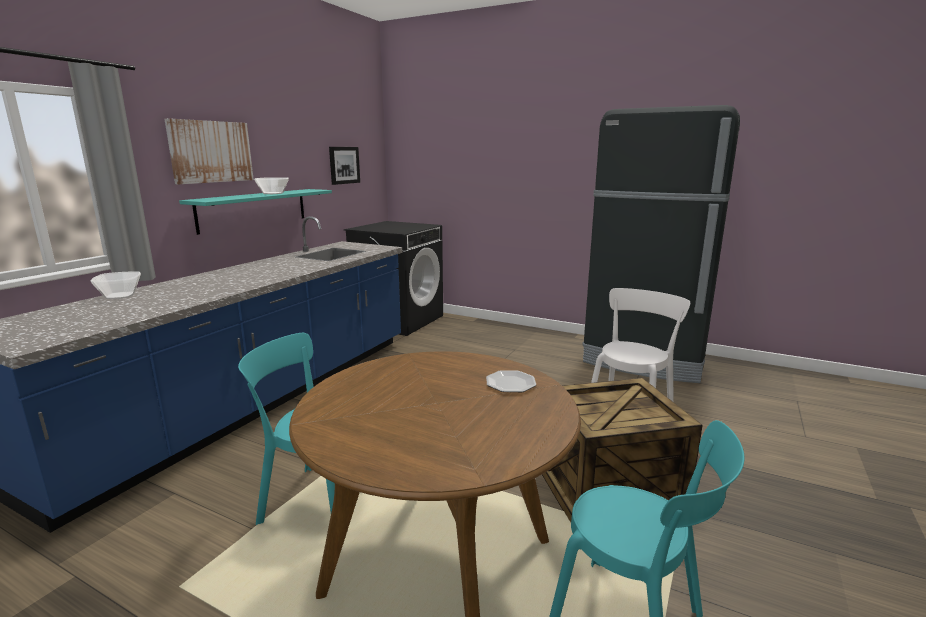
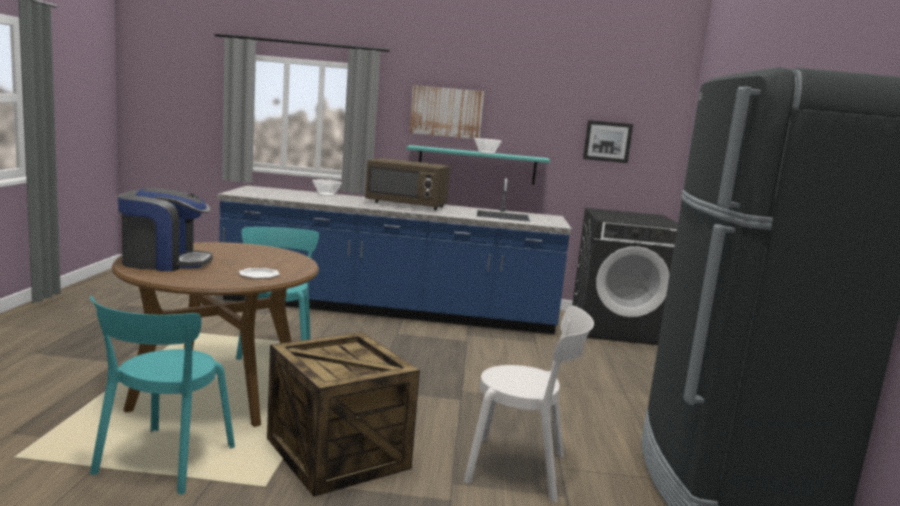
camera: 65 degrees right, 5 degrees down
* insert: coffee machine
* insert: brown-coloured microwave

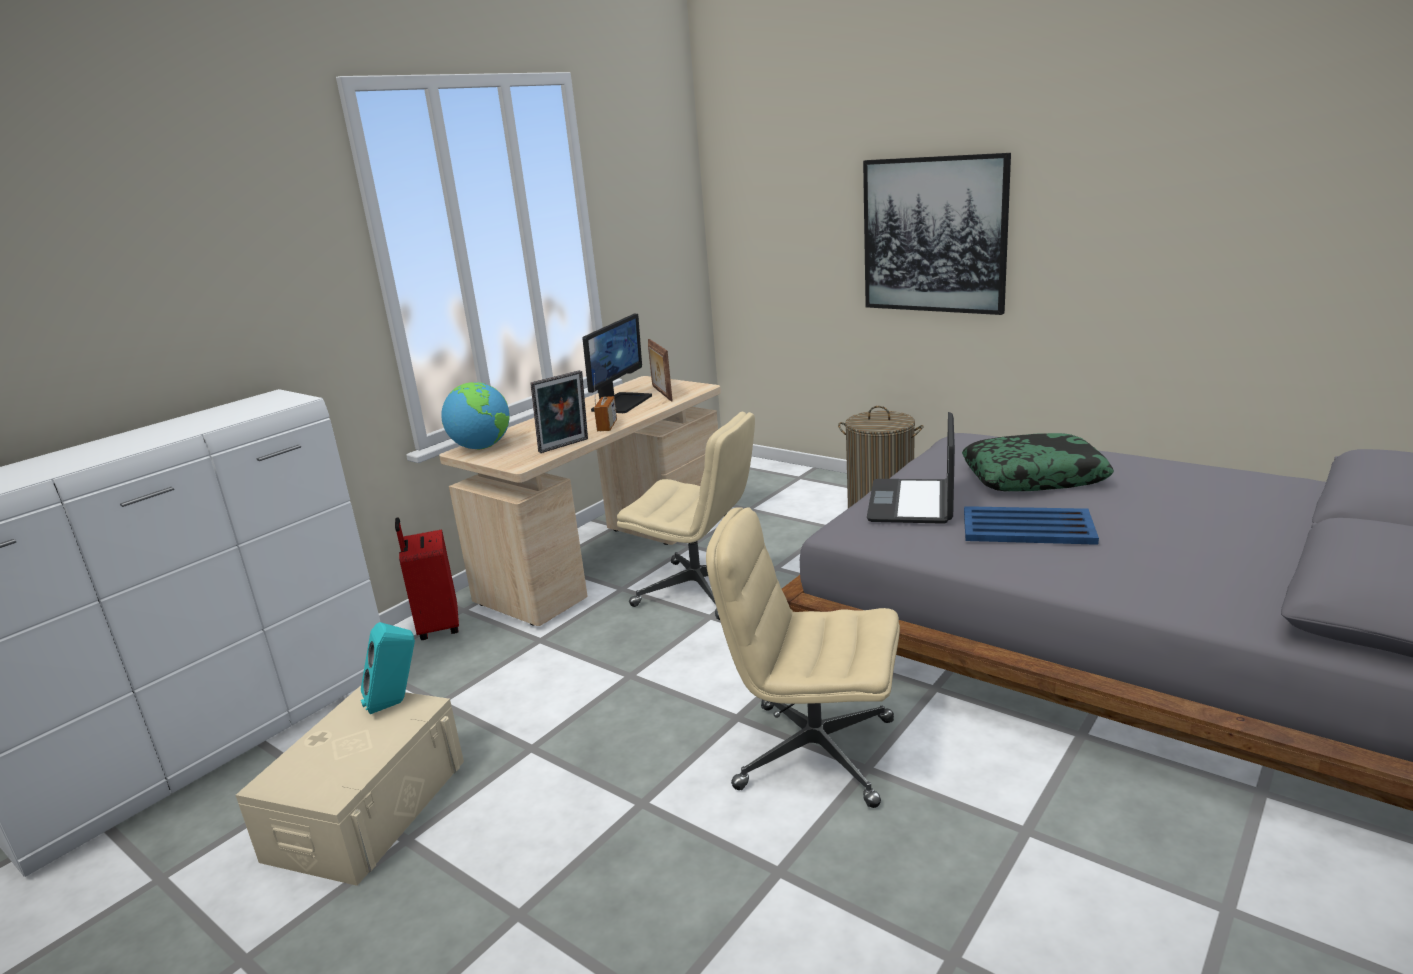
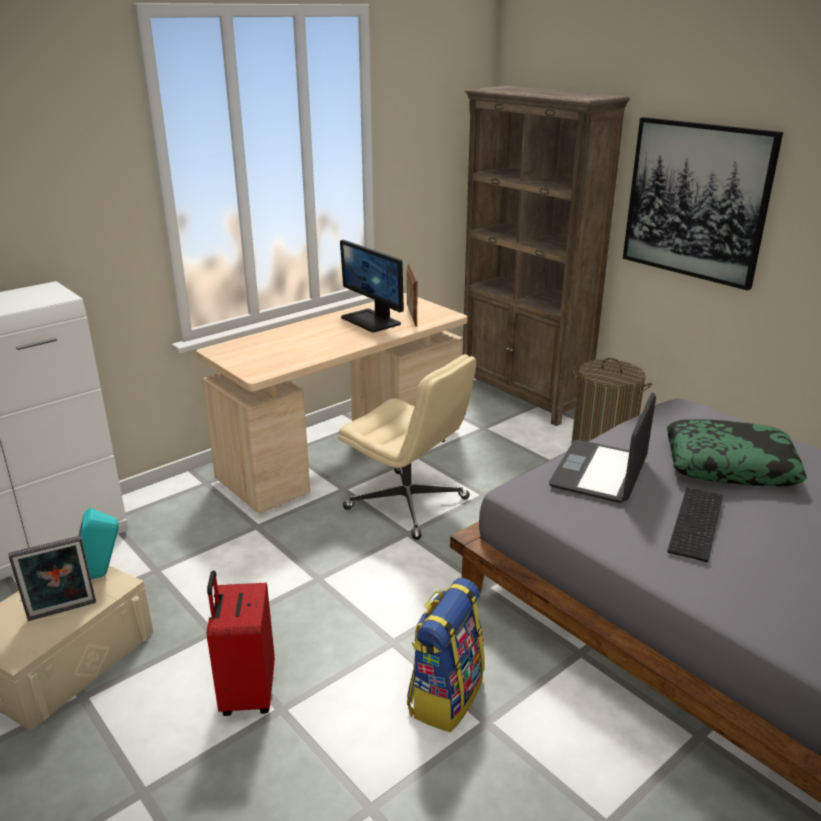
camera: 10 degrees right, 5 degrees up
* move: picture frame (1st from left)
* move: reddish suitcase
* rotate: computer display 105 degrees clockwise
* replace: sand-coloured desk chair (2nd from left) to backpack
* insert: brown-coloured shelving unit
* replace: bluish tray to keyboard
* delete: globe
* delete: radio set

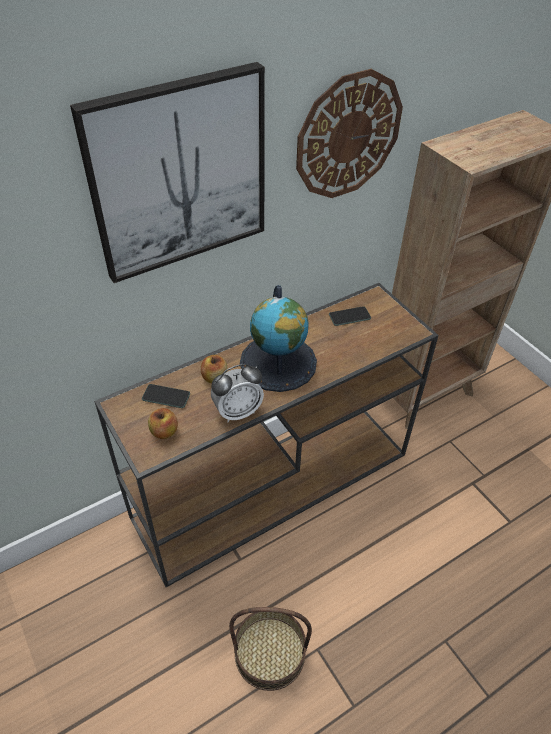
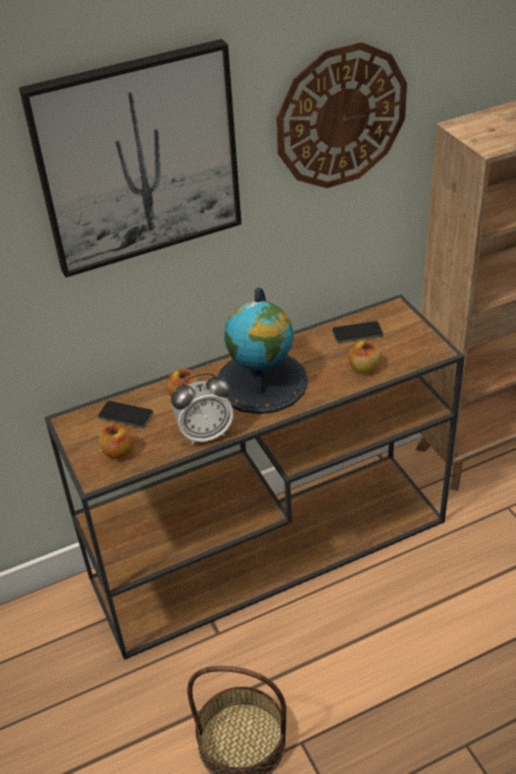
camera: 10 degrees right, 5 degrees down
* insert: whole apple (3rd from left)

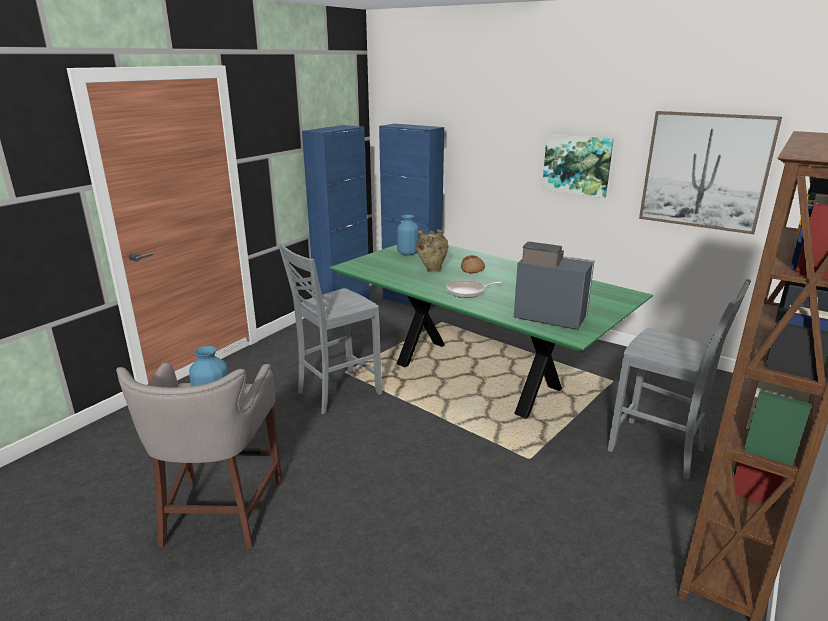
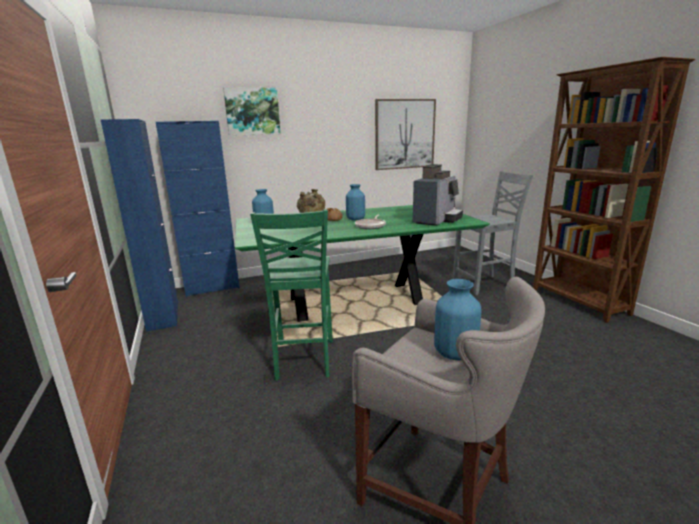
camera: 55 degrees left, 5 degrees down
* move: wall art (1st from left)
* recolor: grey plain chair (1st from left) to green plain chair
* insert: bluish decorative vase (2nd from left)
* rotate: coffee machine 150 degrees clockwise

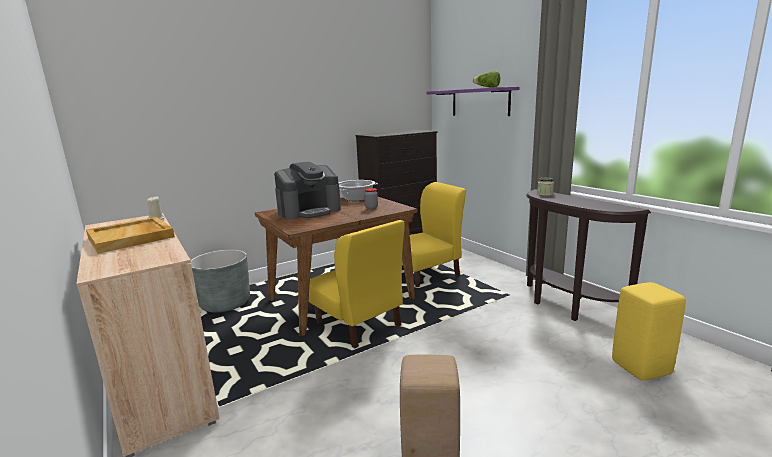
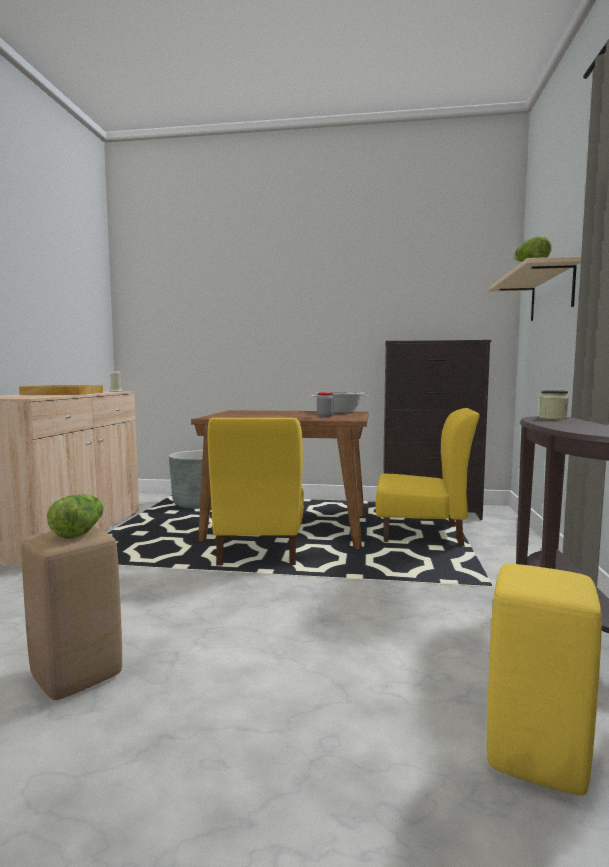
camera: 40 degrees right, 10 degrees down
* insert: lettuce head (1st from left)
* recolor: purplish wall shelf to sand-coloured wall shelf
* delete: coffee machine

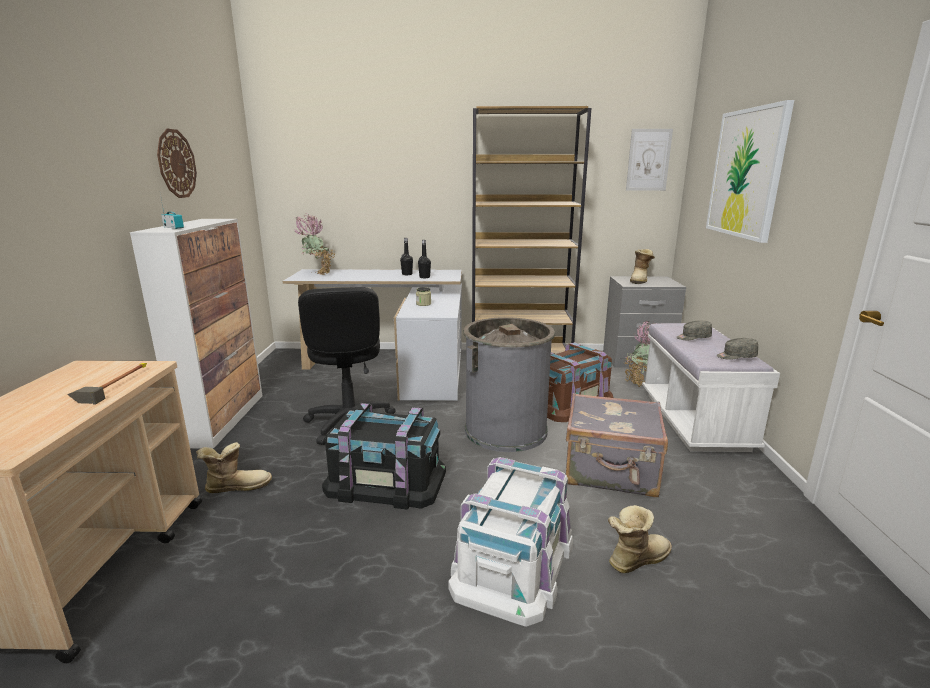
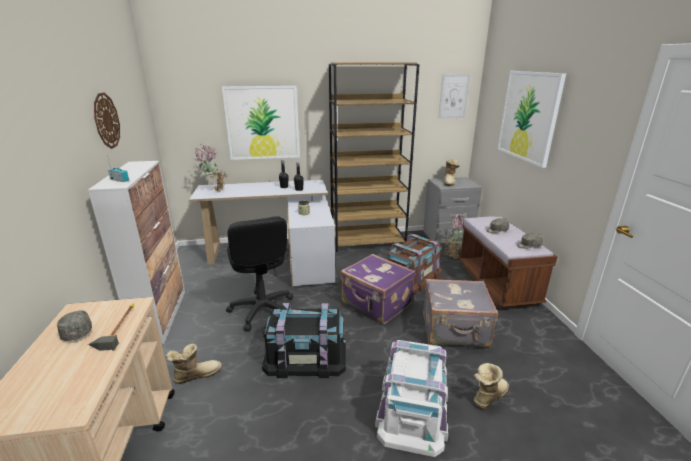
camera: 10 degrees left, 5 degrees up
* insert: grey peaked cap (1st from left)
* insert: wall art (1st from left)
* replace: grey trash can to purplish suitcase
* recolor: whitish long seat to brown-coloured long seat

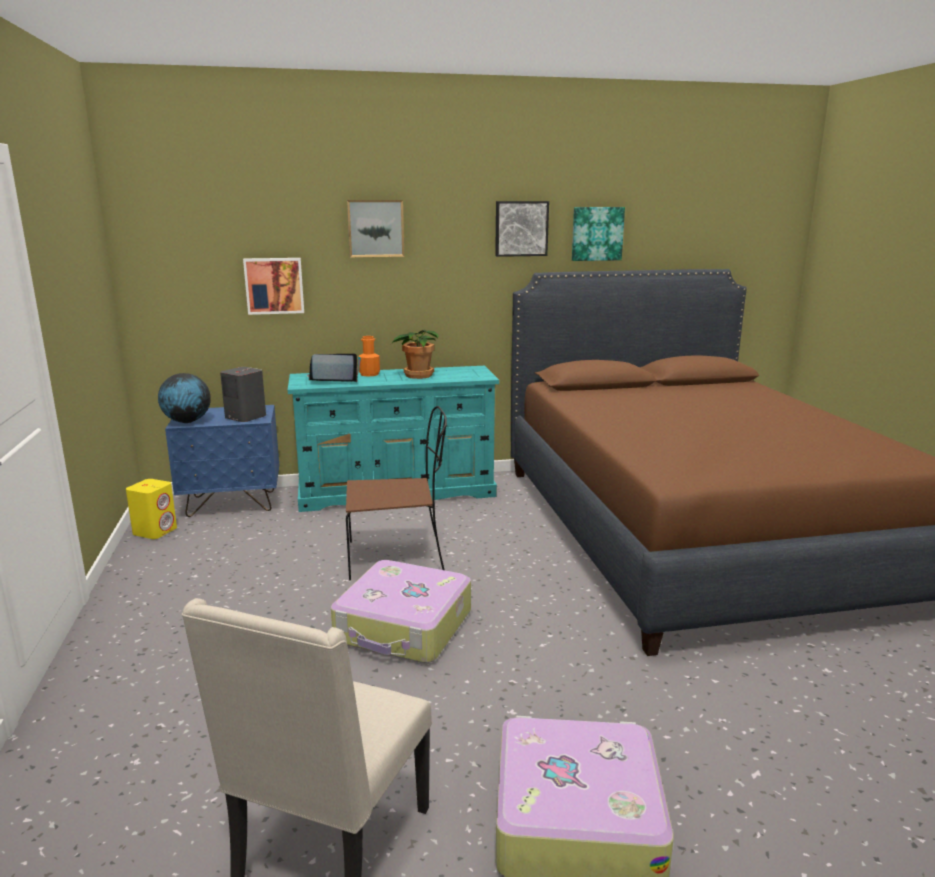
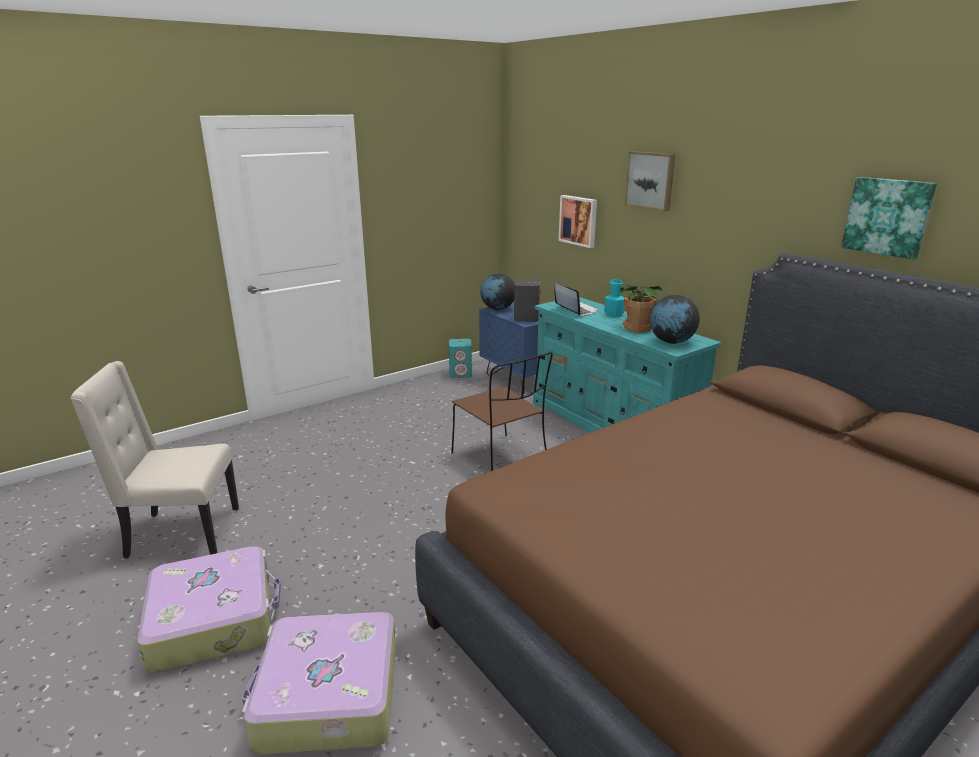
camera: 65 degrees right, 5 degrees up
* move: suitcase (1st from left in the first image) to suitcase (2nd from left)
* recolor: yellow speaker to turquoise speaker
* recolor: orange beverage bottle to turquoise beverage bottle
* insert: globe (2nd from left)
* delete: wall art (3rd from left)

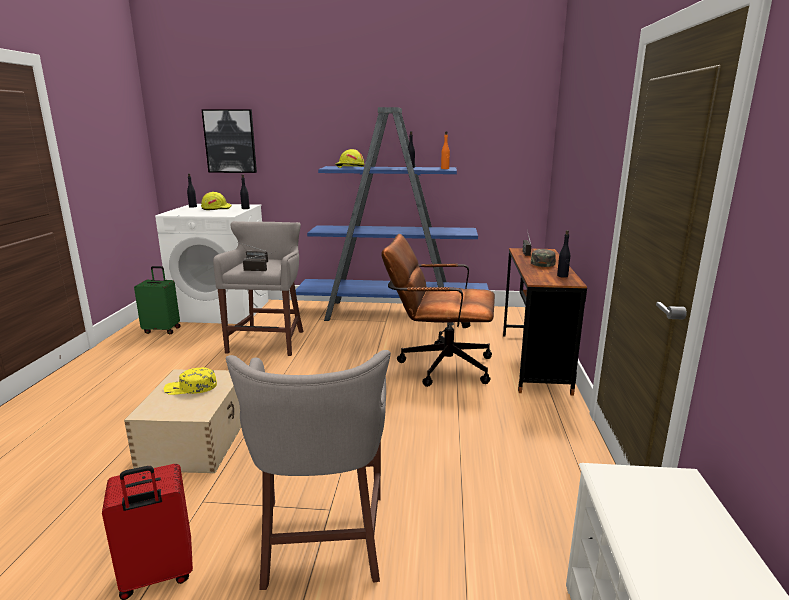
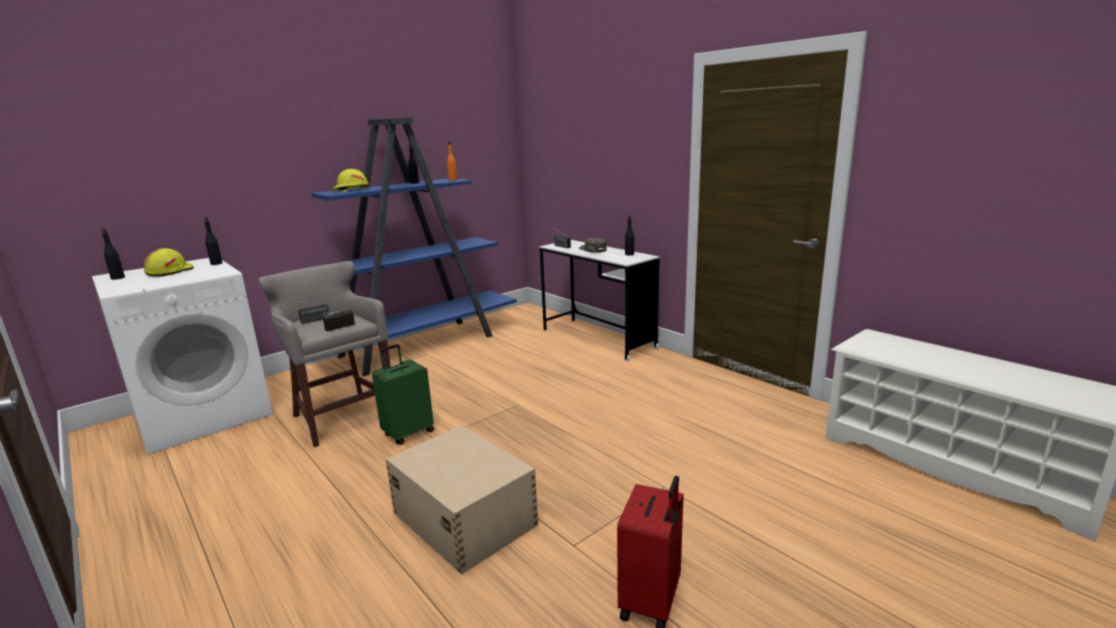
camera: 45 degrees left, 0 degrees up
* move: green suitcase
* recolor: brown-coloured desk unit to whitish desk unit
* delete: yellow peaked cap
* delete: wall art
* delete: grey stool (2nd from left)
* delete: brown-coloured desk chair

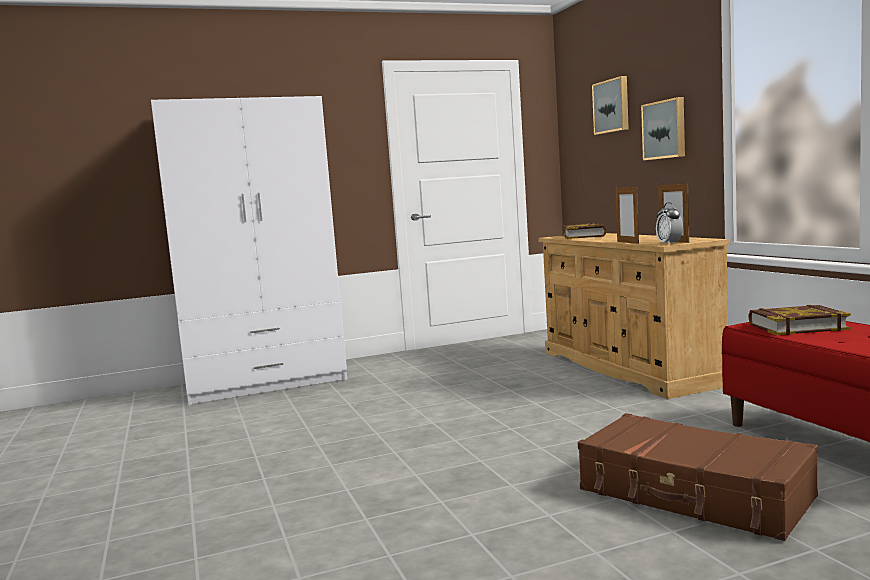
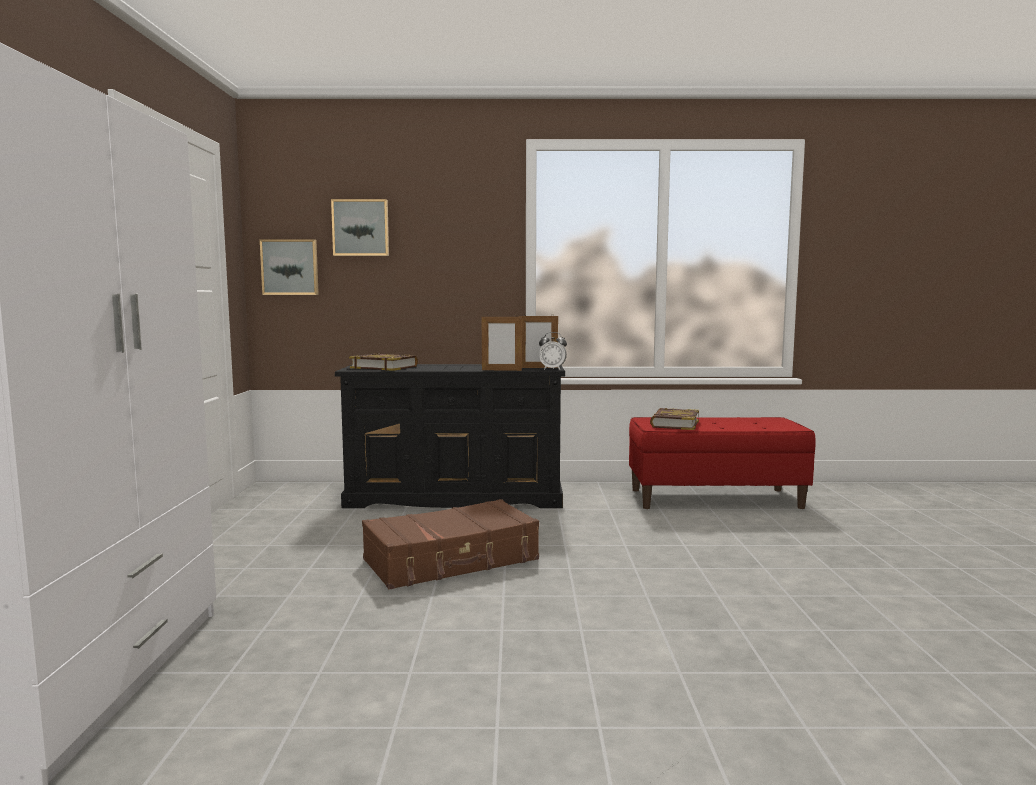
camera: 70 degrees left, 0 degrees up
* move: wall art (2nd from left in the first image) to wall art (1st from left)
* recolor: sand-coloured drawer chest to blackish drawer chest
* move: brown-coloured suitcase

